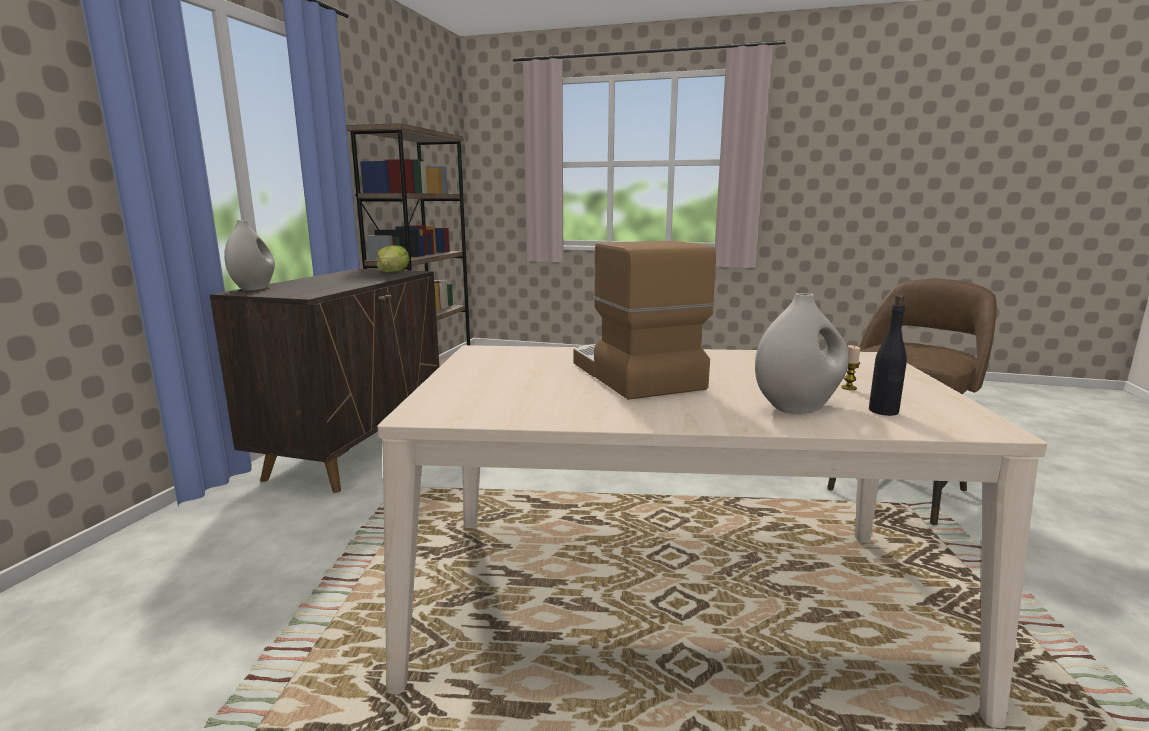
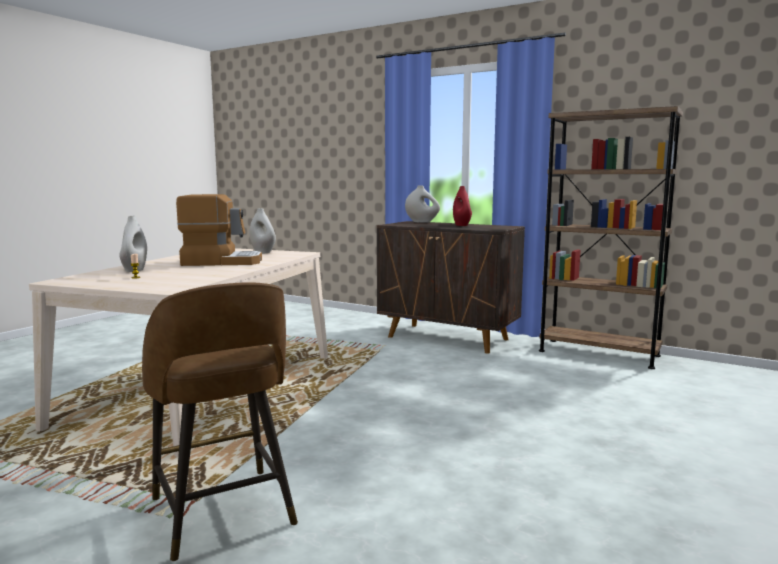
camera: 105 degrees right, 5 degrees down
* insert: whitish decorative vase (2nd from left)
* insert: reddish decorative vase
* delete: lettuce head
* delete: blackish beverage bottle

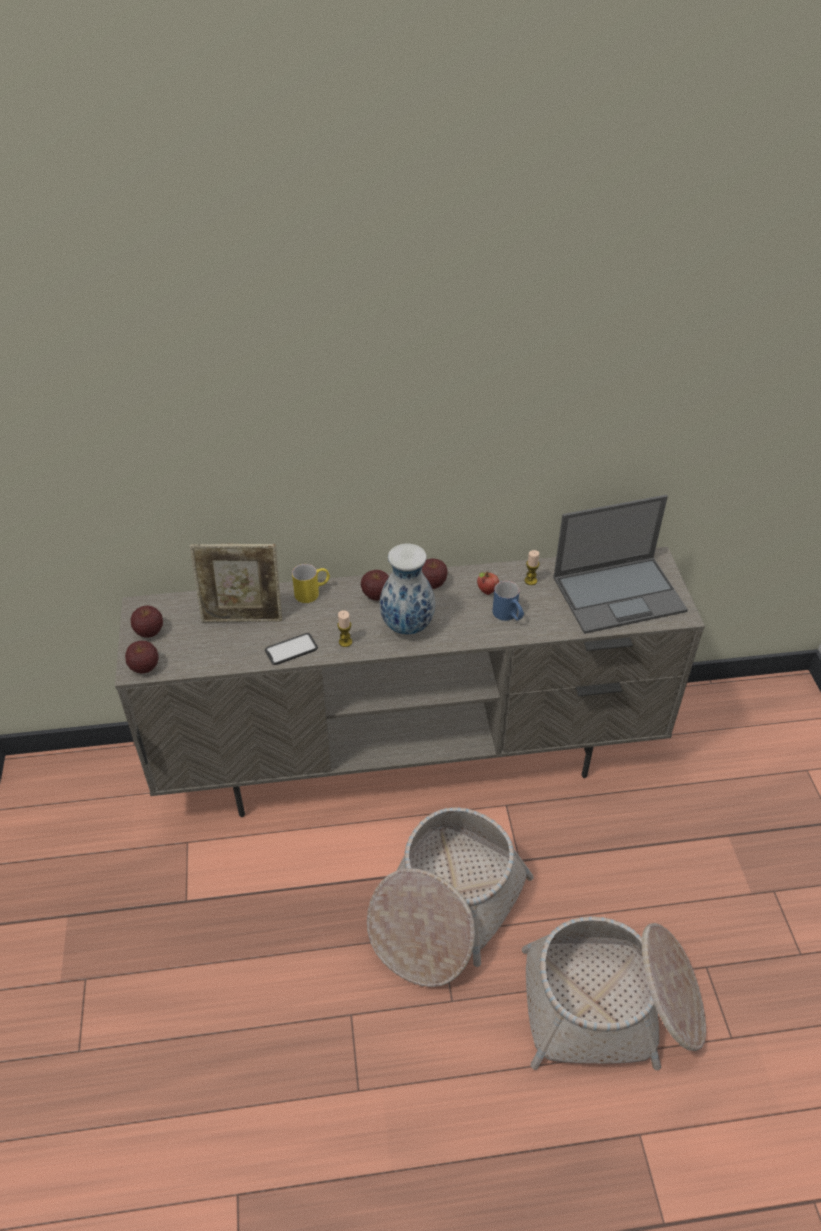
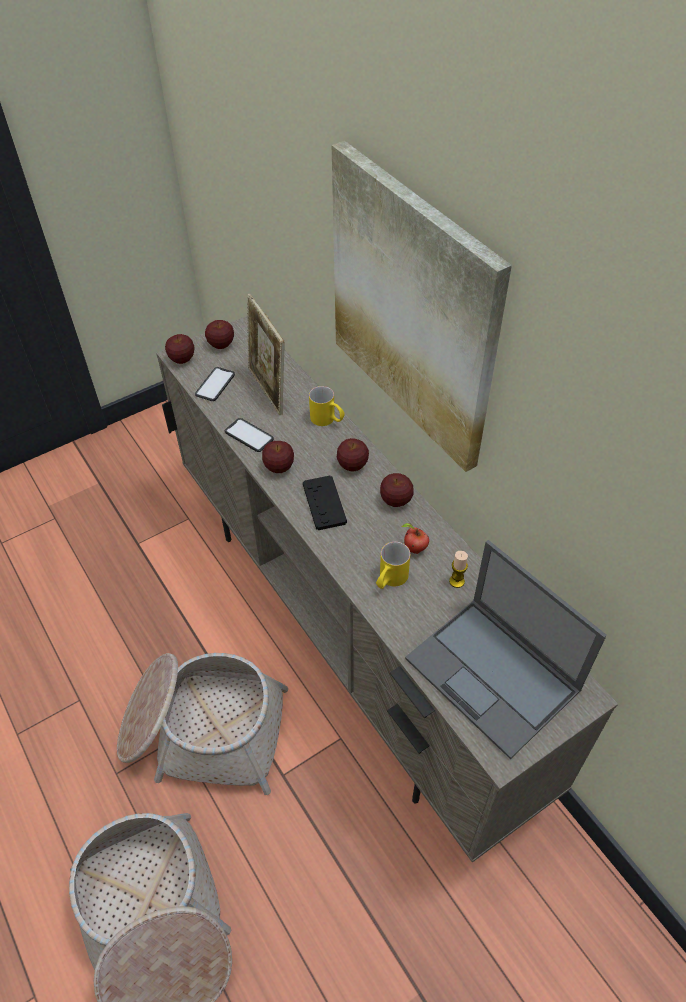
camera: 65 degrees right, 5 degrees up
* insert: telephone (1st from left)
* replace: wax candle (1st from left) to whole apple (3rd from left)
* replace: decorative vase to blackish game controller
* insert: wall art
* recolor: bluish mug to yellow mug (2nd from left)

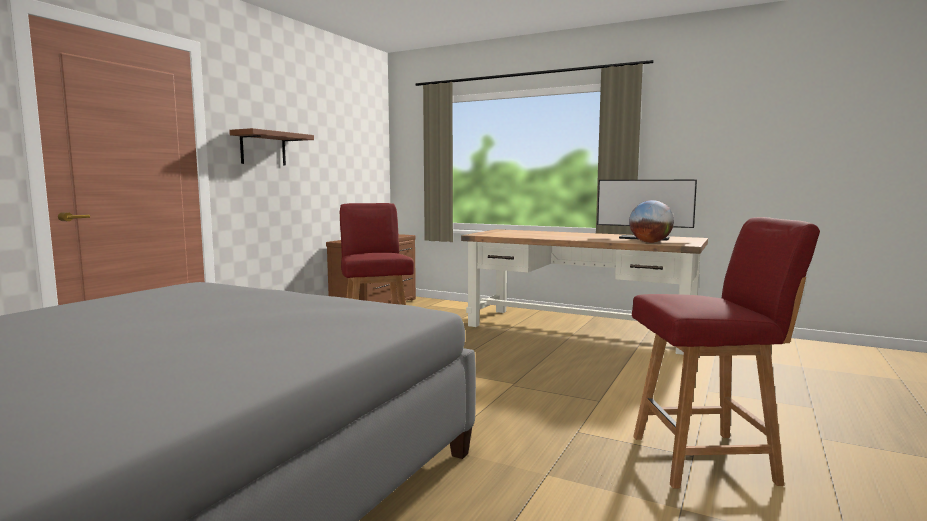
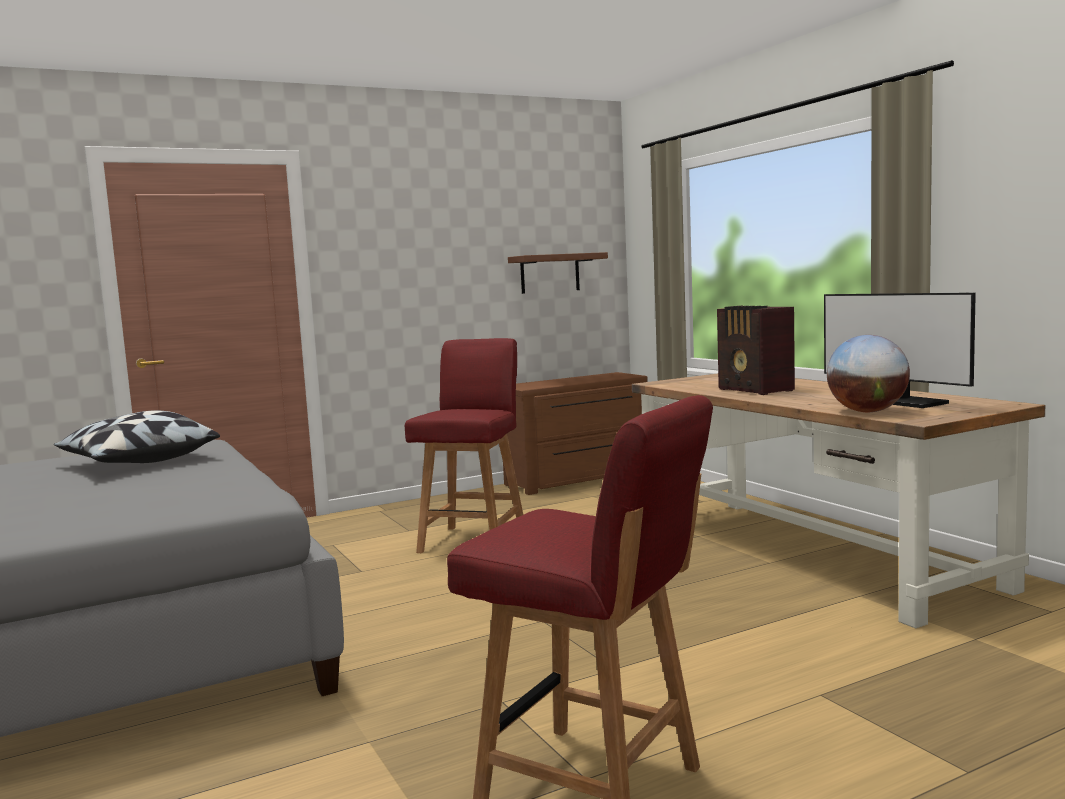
camera: 35 degrees right, 0 degrees up
* insert: cushion
* move: brown-coloured wall shelf
* insert: radio set

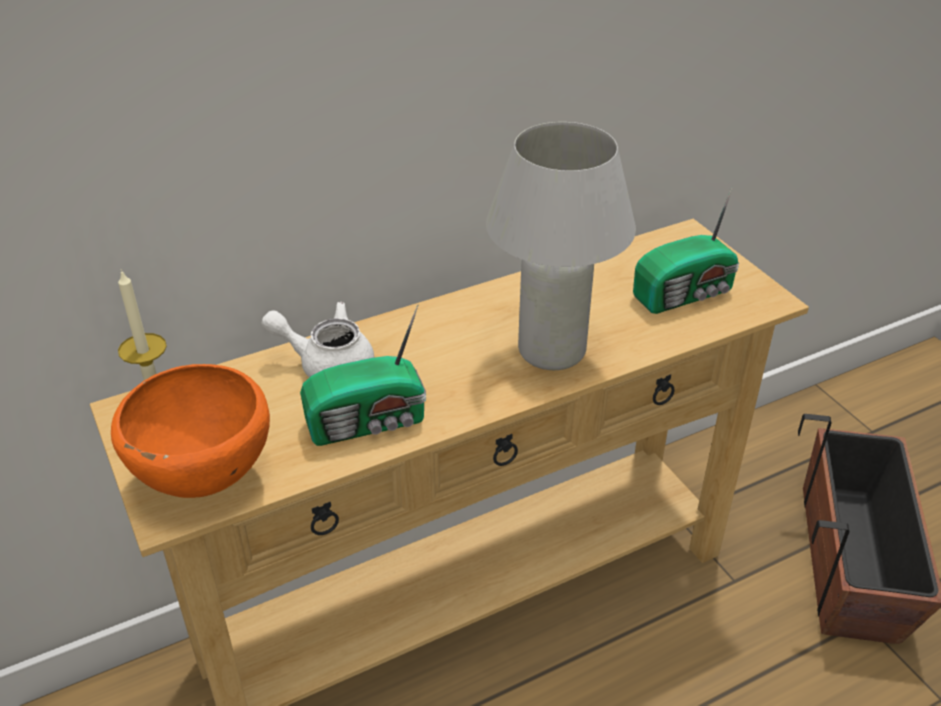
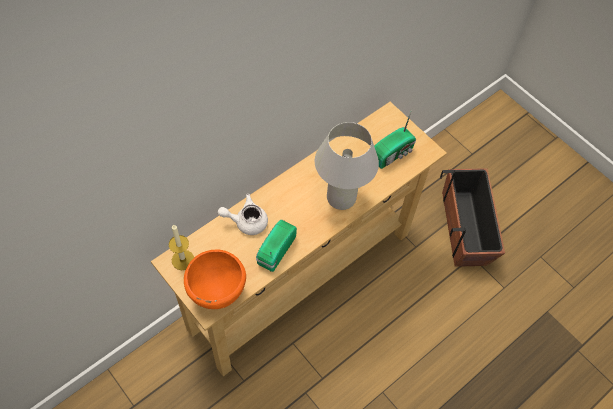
camera: 15 degrees left, 20 degrees up
* rotate: radio set (1st from left) 150 degrees clockwise

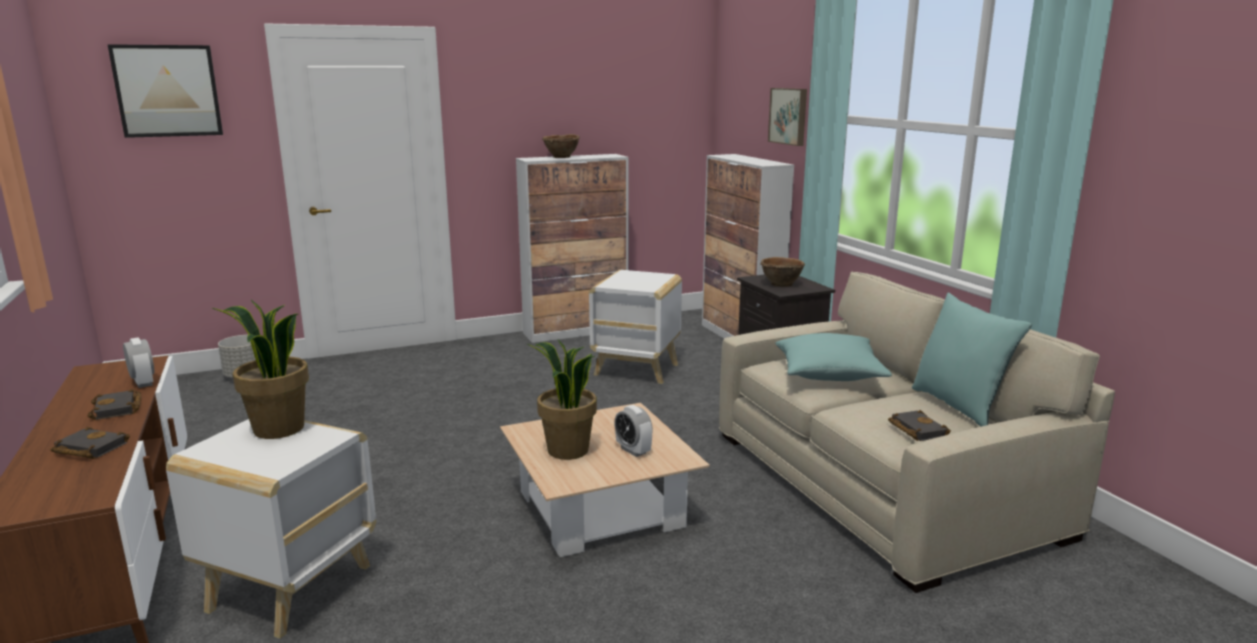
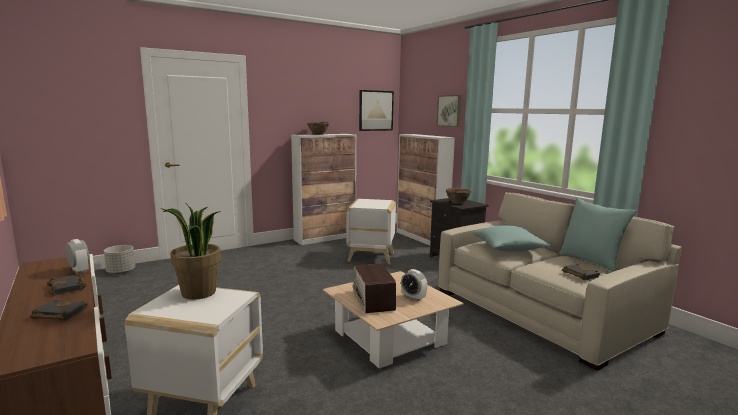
camera: 10 degrees left, 5 degrees down
* replace: potted plant (2nd from left) to radio set
* move: wall art (1st from left)

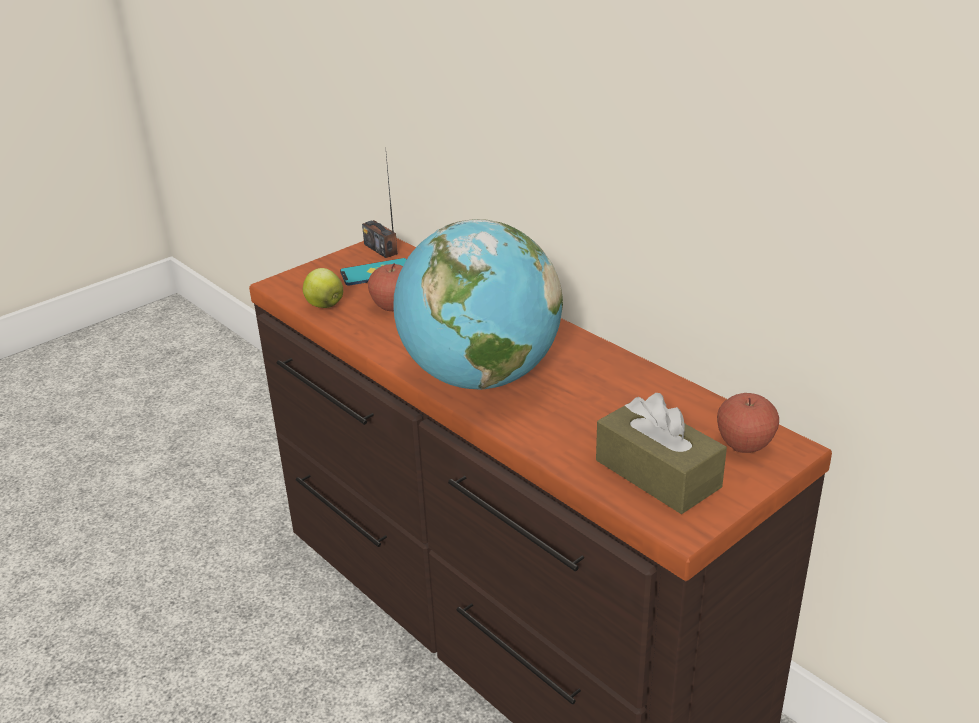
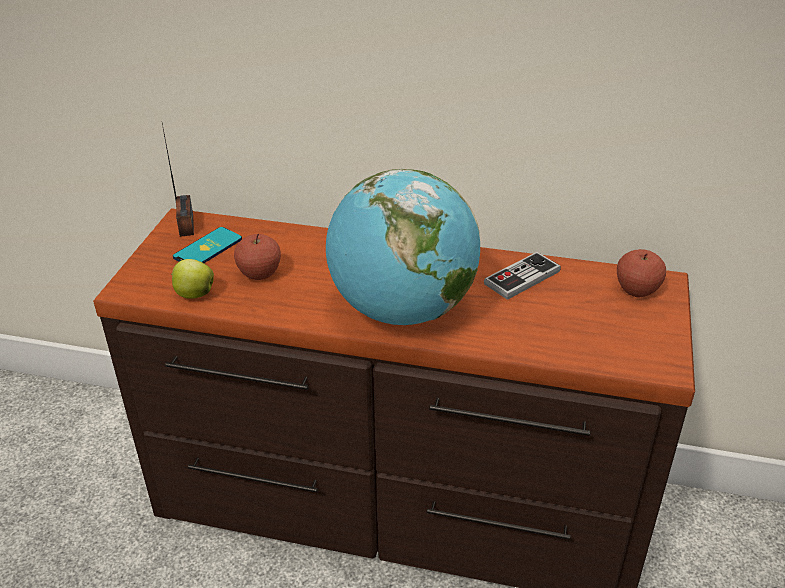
camera: 35 degrees left, 5 degrees up
* rotate: radio set 120 degrees counterclockwise
* insert: game controller
* delete: brown-coloured tissue box

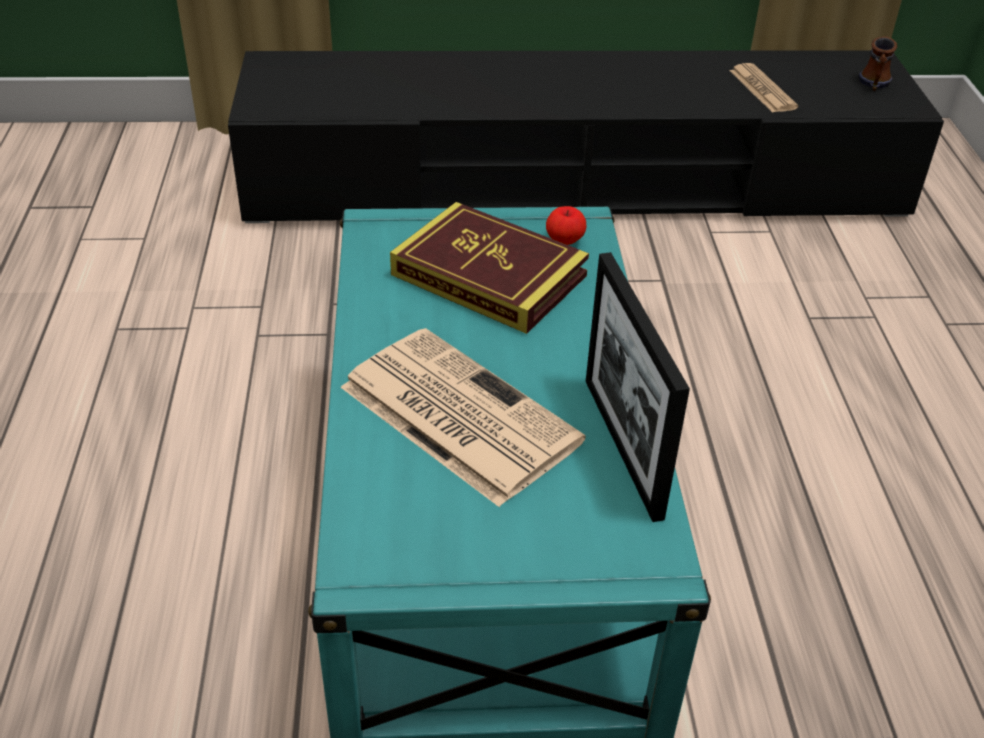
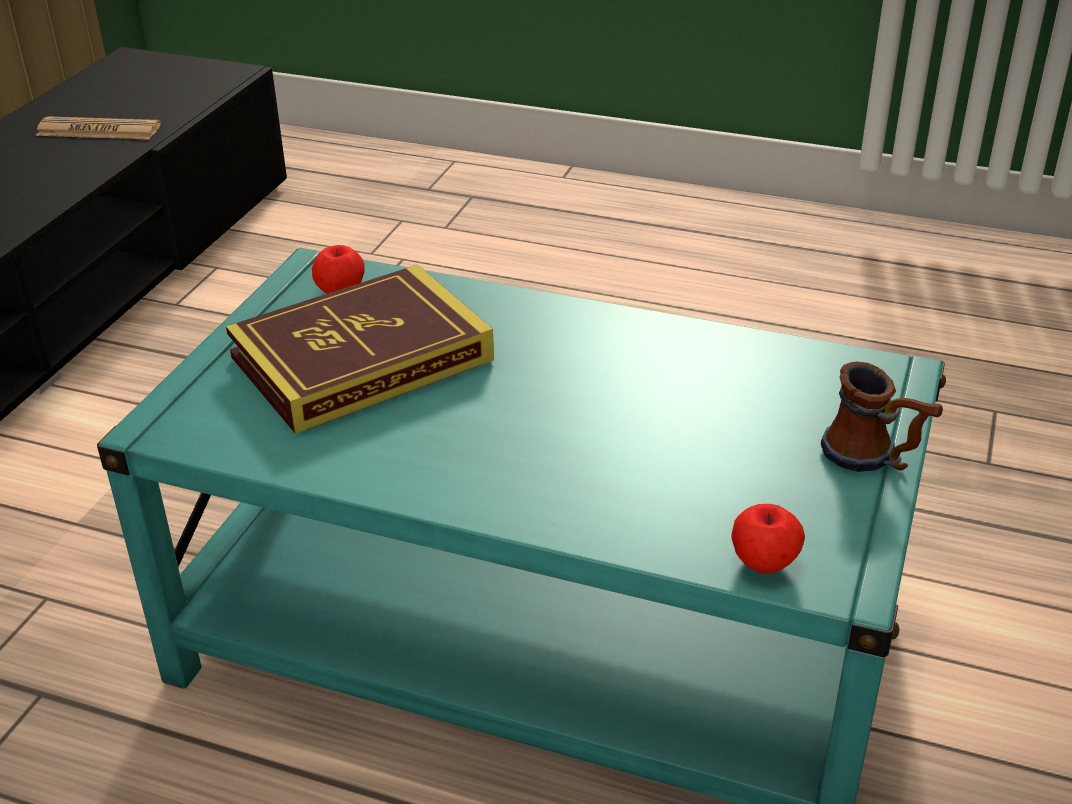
camera: 65 degrees left, 5 degrees down
* insert: whole apple (2nd from left)
* move: mug
* delete: printed paper (1st from left)
* delete: picture frame

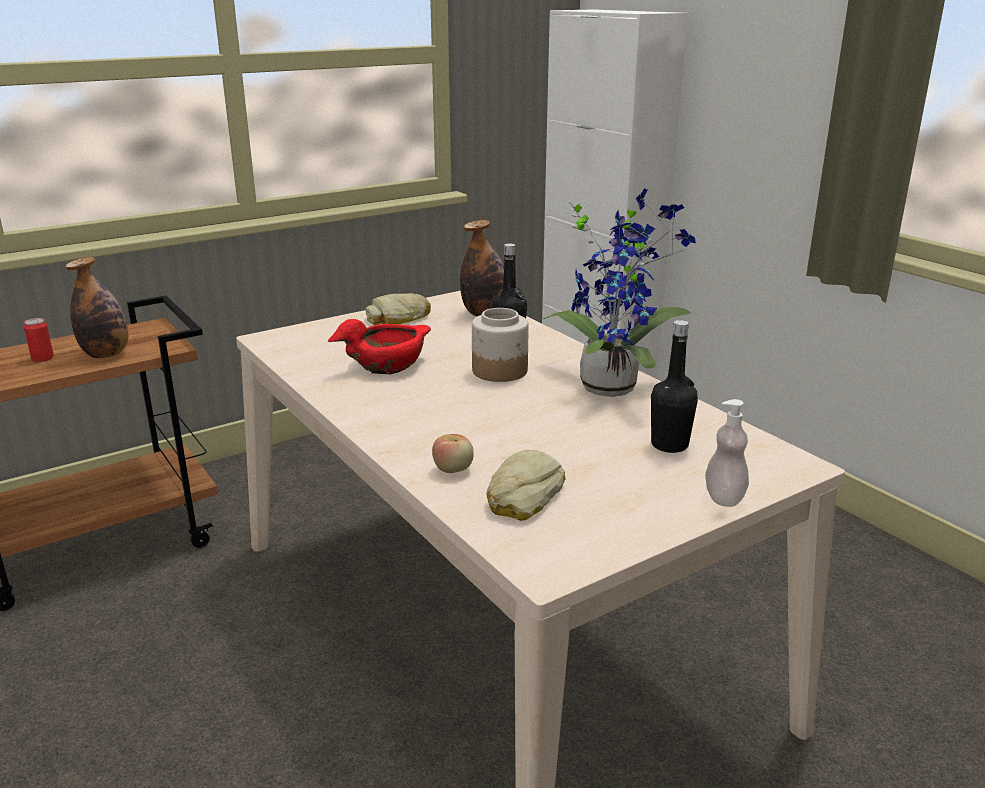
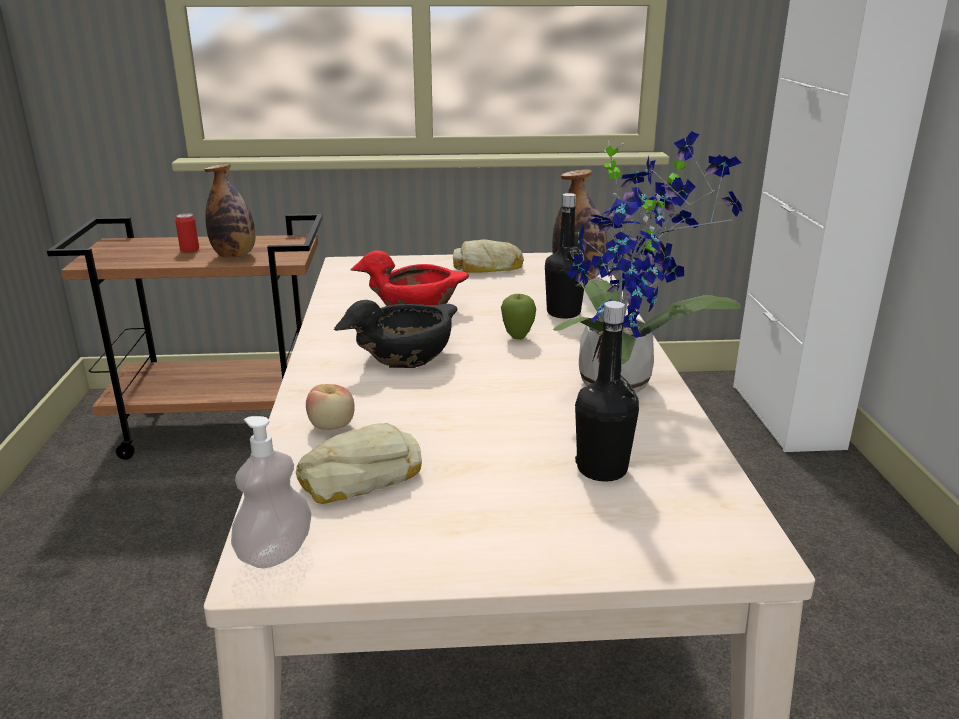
camera: 30 degrees right, 0 degrees up
* move: soap dispenser
* insert: blackish deep dish
* replace: storage jar to whole apple (2nd from left)

